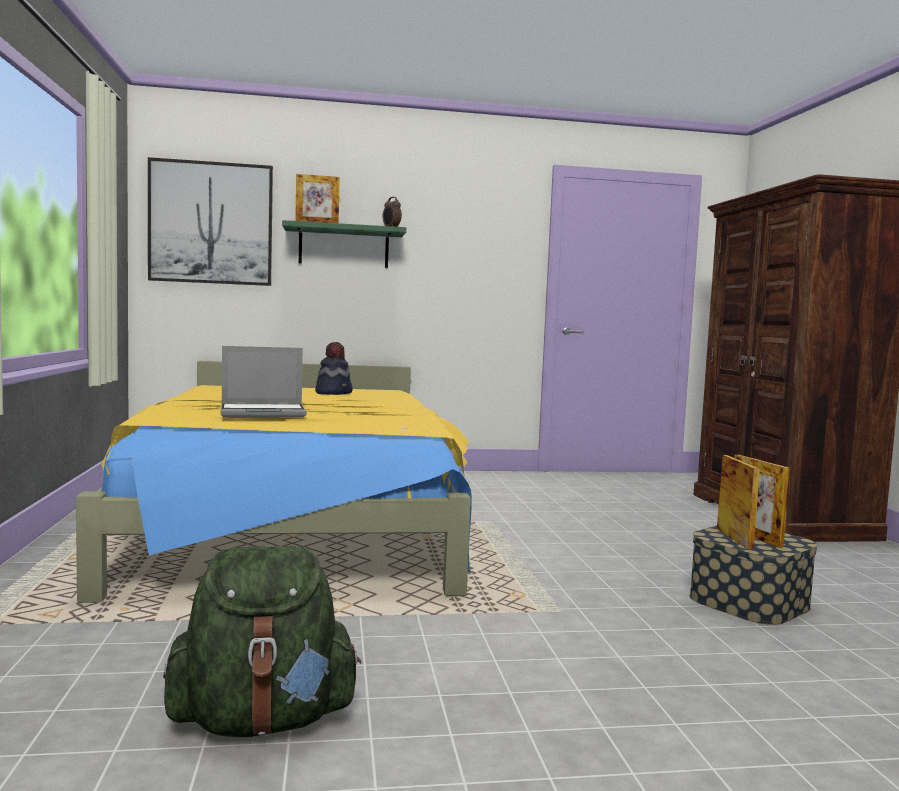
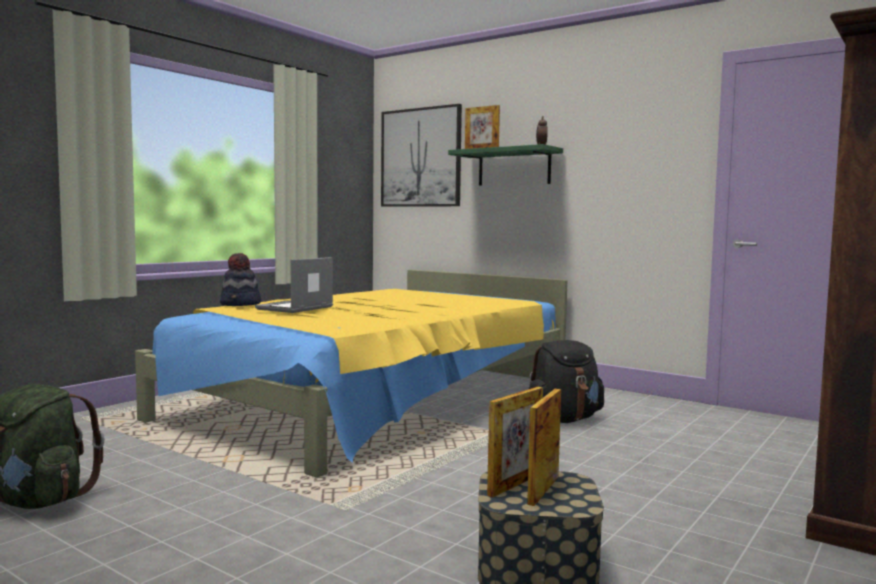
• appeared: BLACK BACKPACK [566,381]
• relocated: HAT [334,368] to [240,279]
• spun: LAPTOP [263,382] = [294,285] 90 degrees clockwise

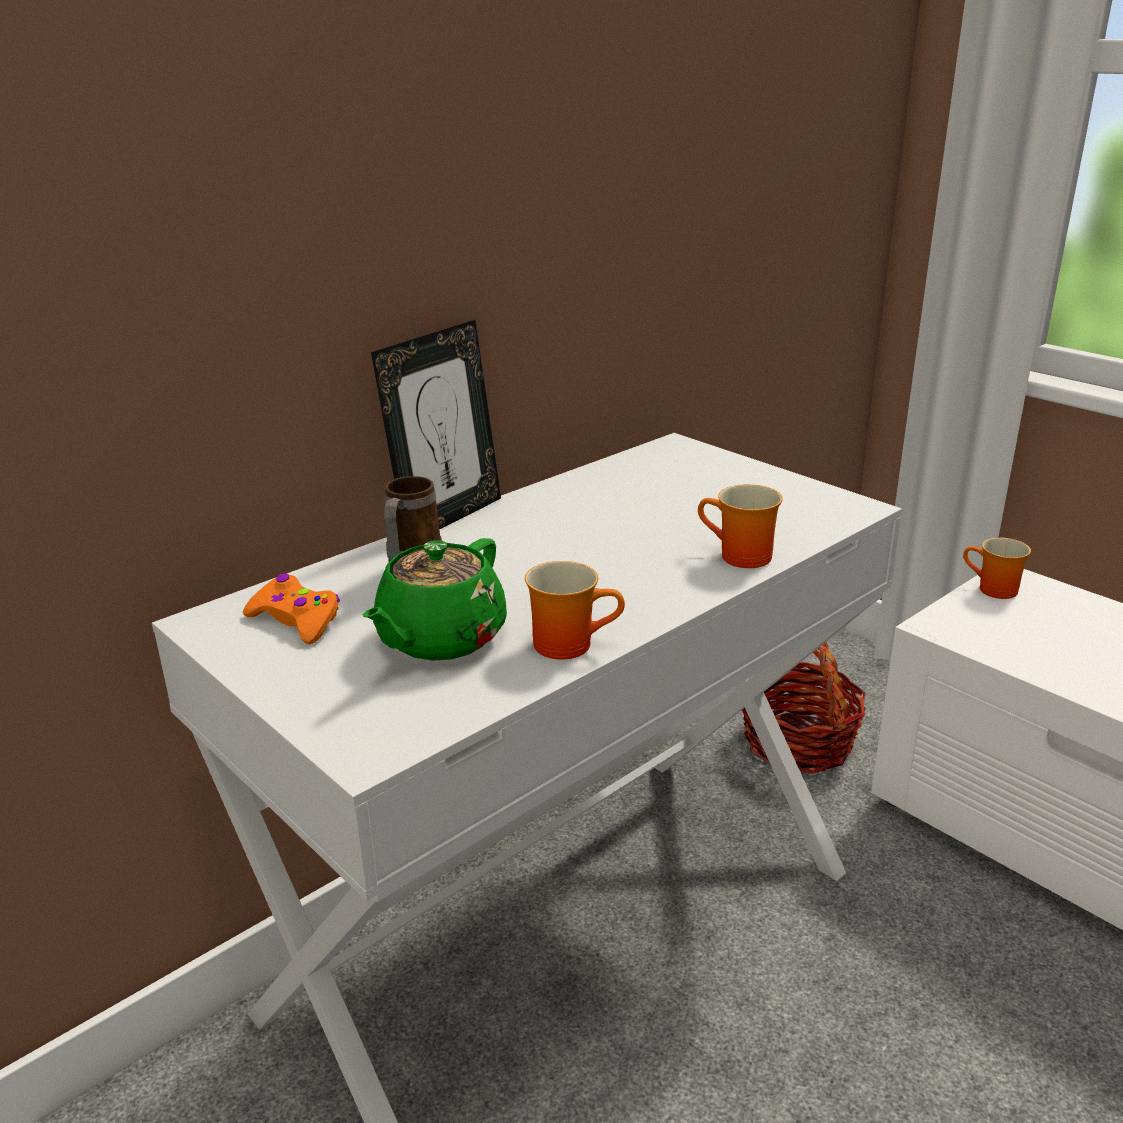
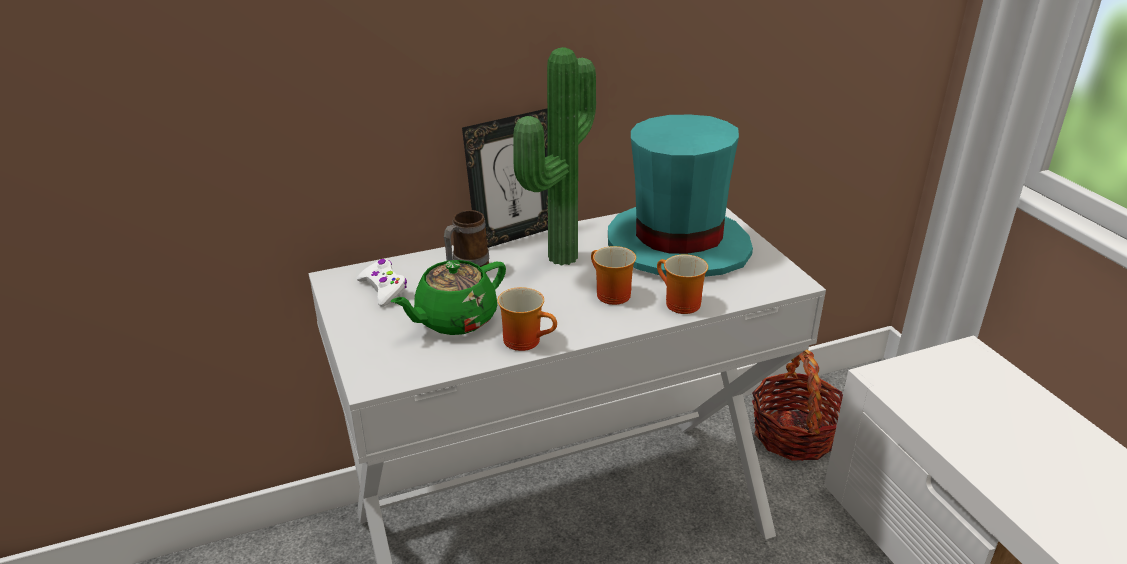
• appeared: POTTED PLANT [554,156]
• appeared: TURQUOISE HAT [680,196]
• relocated: MUG [997,568] to [613,275]
• colour: ORANGE GAME CONTROLLER [291,608] to WHITE GAME CONTROLLER [382,283]

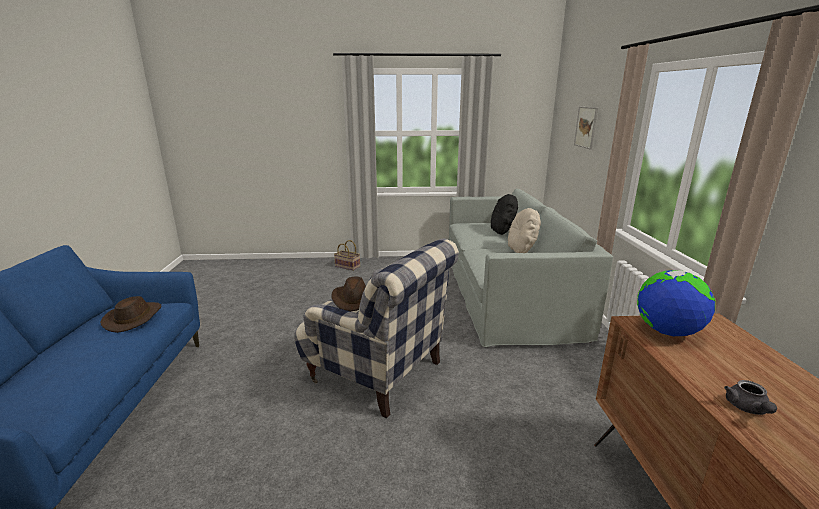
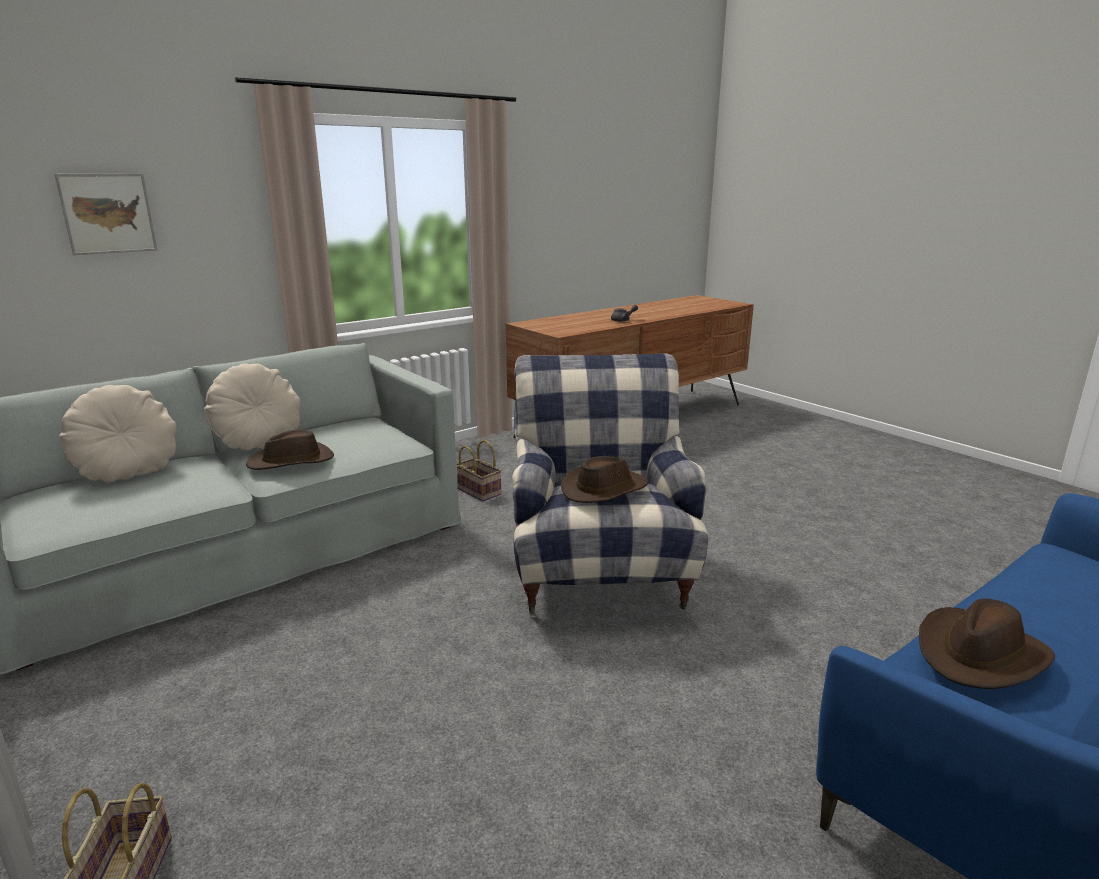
• missing: GLOBE [676,303]
• appeared: BROWN HAT [290,450]
• appeared: BASKET [479,471]
• colour: BLACK PILLOW [504,214] to BEIGE PILLOW [118,434]

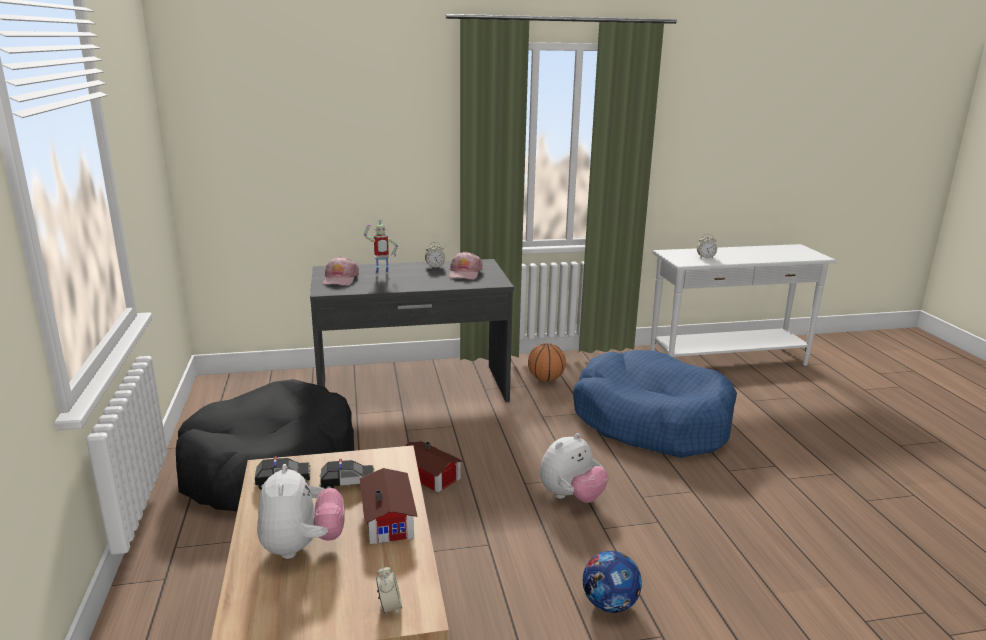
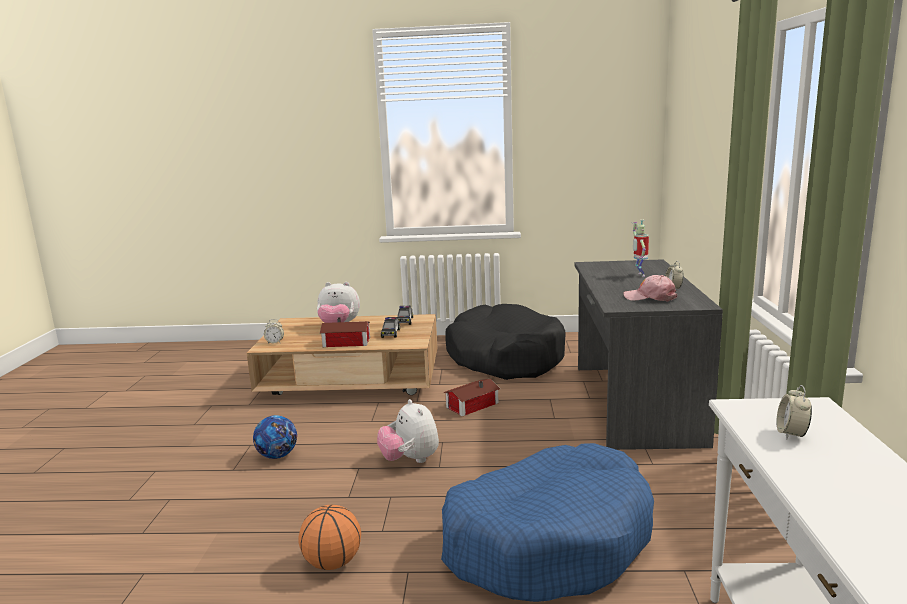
• missing: PINK CAP [341,271]
• relocated: BASKETBALL [547,362] to [329,537]

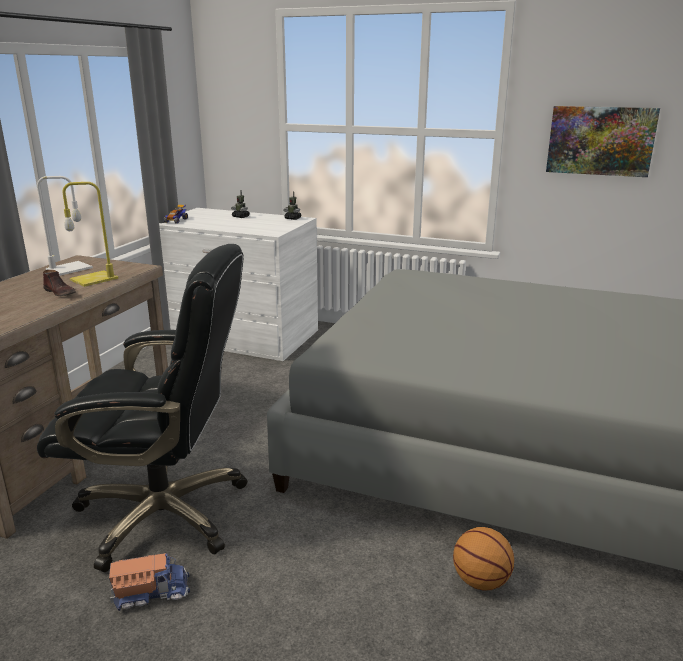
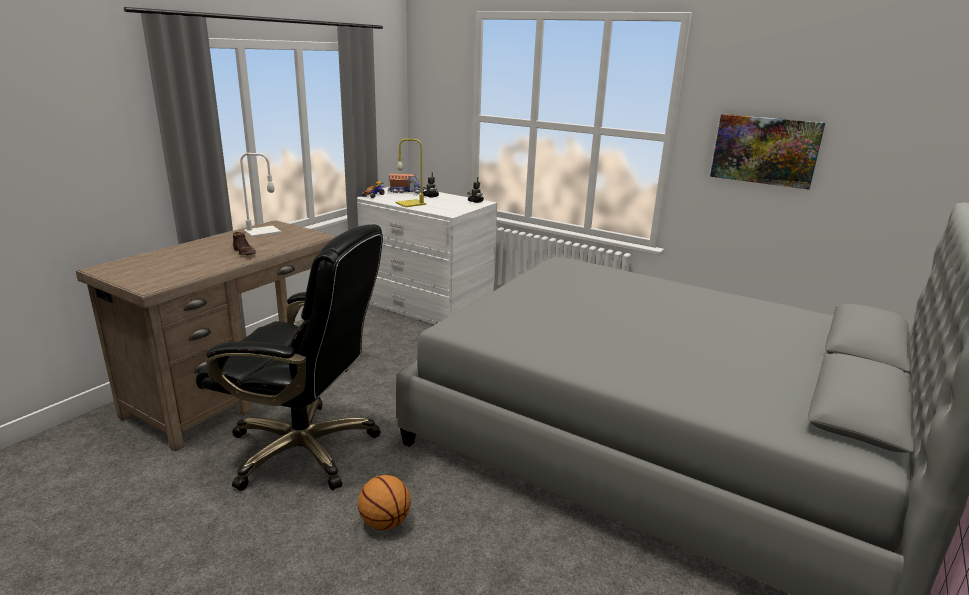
• relocated: YELLOW TABLE LAMP [90,234] to [411,173]
• relocated: TOY TRUCK [149,582] to [406,184]
• relocated: BASKETBALL [483,559] to [384,502]

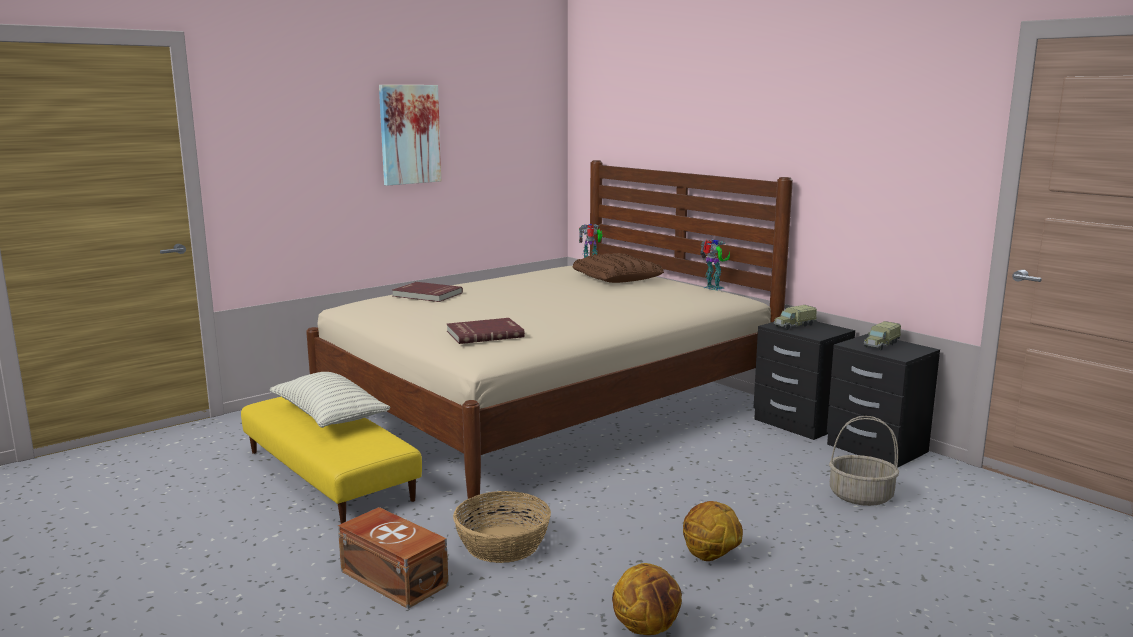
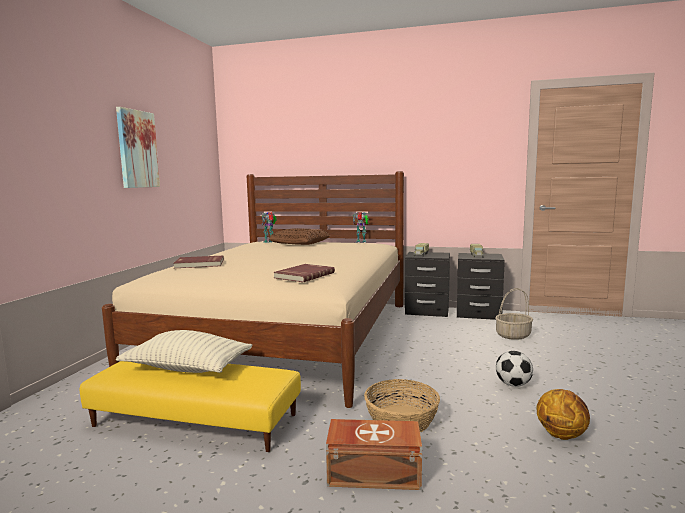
• exchanged: BASKETBALL [713,531] to FOOTBALL [514,369]

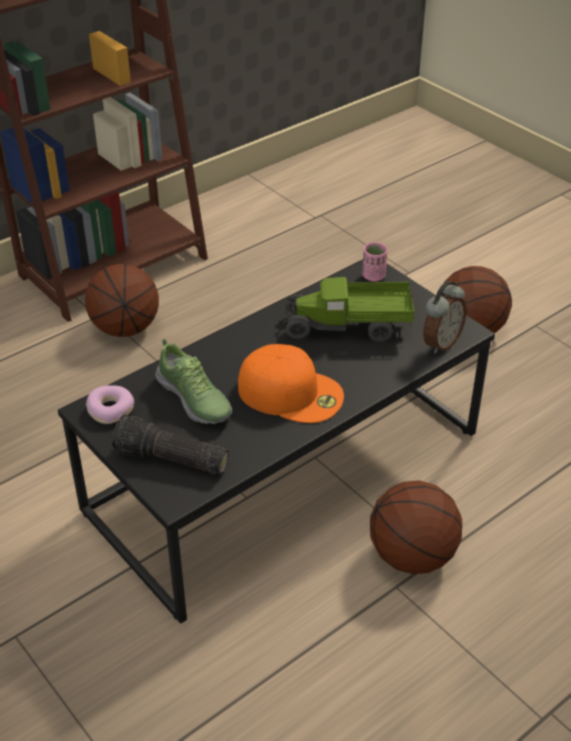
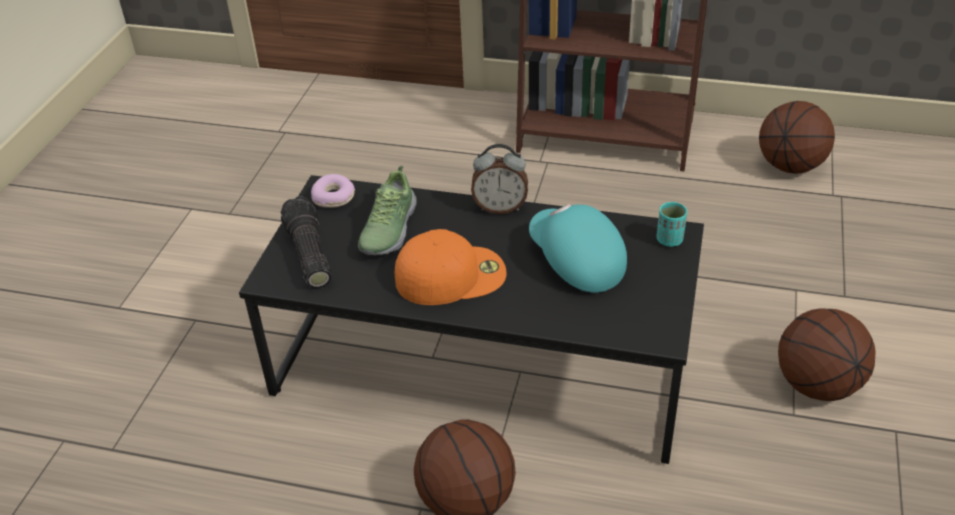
• relocated: BASKETBALL [122,300] to [797,137]
• relocated: ALARM CLOCK [444,317] to [499,179]
• exchanged: TOY TRUCK [349,309] to TURQUOISE CAP [578,248]
• colour: PINK CUP [374,262] to TURQUOISE CUP [672,224]
• spun: ORANGE CAP [291,383] = [451,267] 90 degrees counterclockwise

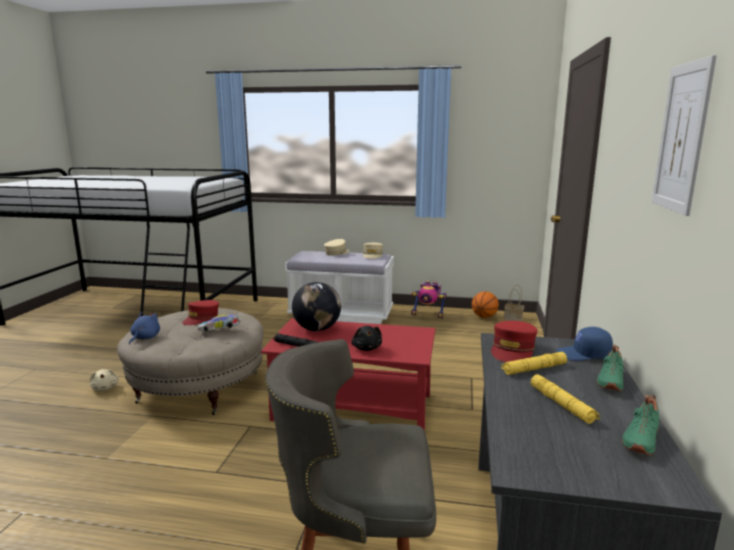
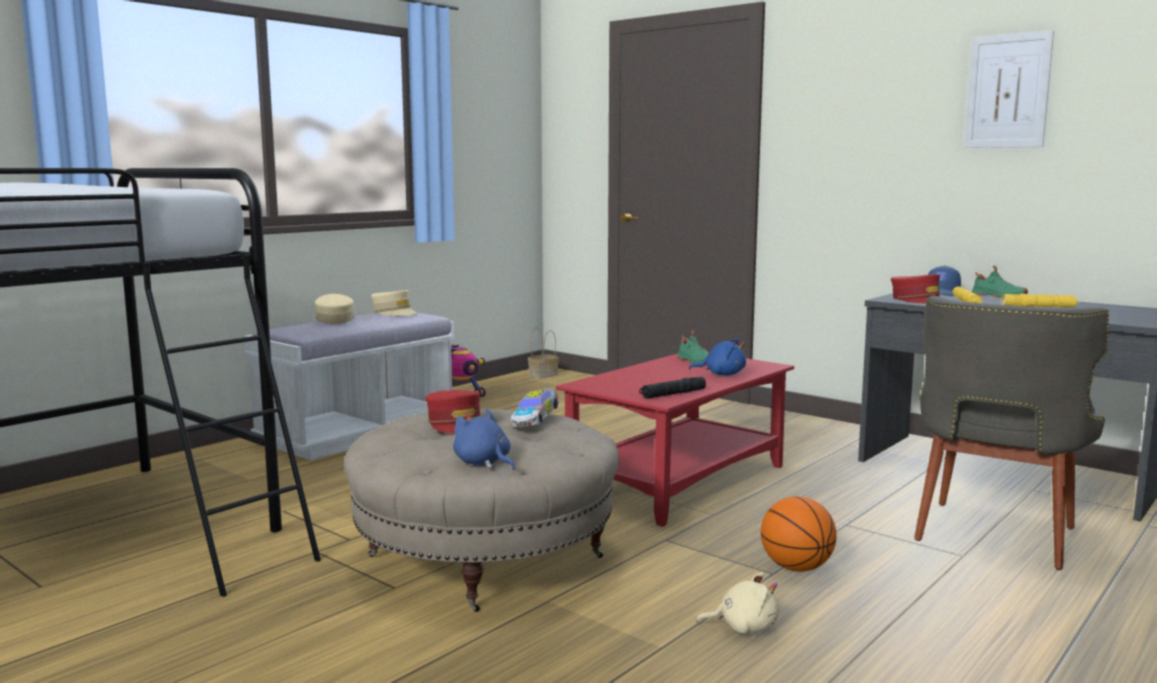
• missing: GLOBE [316,306]
• relocated: BEIGE PLUSH TOY [104,380] to [737,603]
• relocated: BASKETBALL [485,304] to [799,534]
• relocated: GREEN SHOE [640,425] to [693,347]
• colour: BLACK PLUSH TOY [367,338] to BLUE PLUSH TOY [717,357]

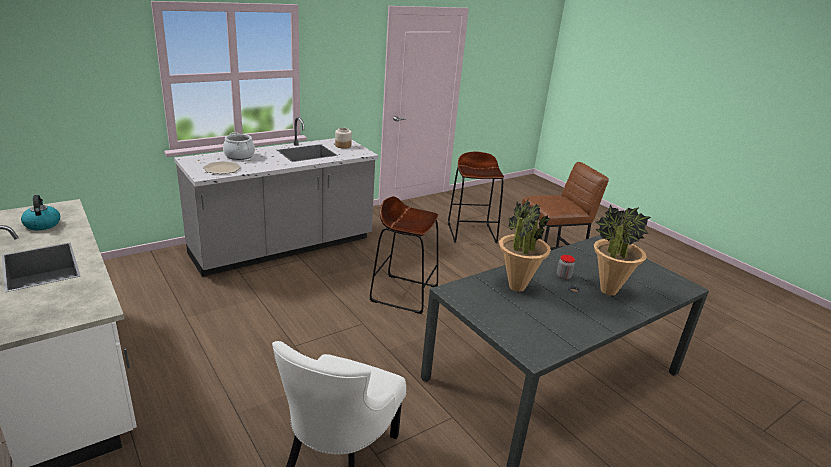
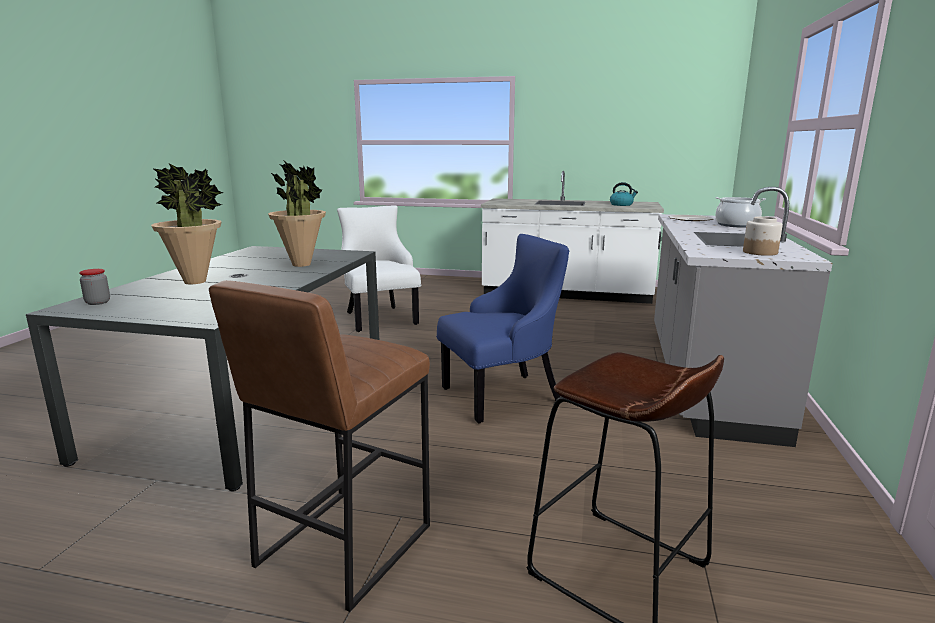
• relocated: JAR [566,267] to [94,287]
• exchanged: BROWN STOOL [404,255] to BLUE CHAIR [502,328]

